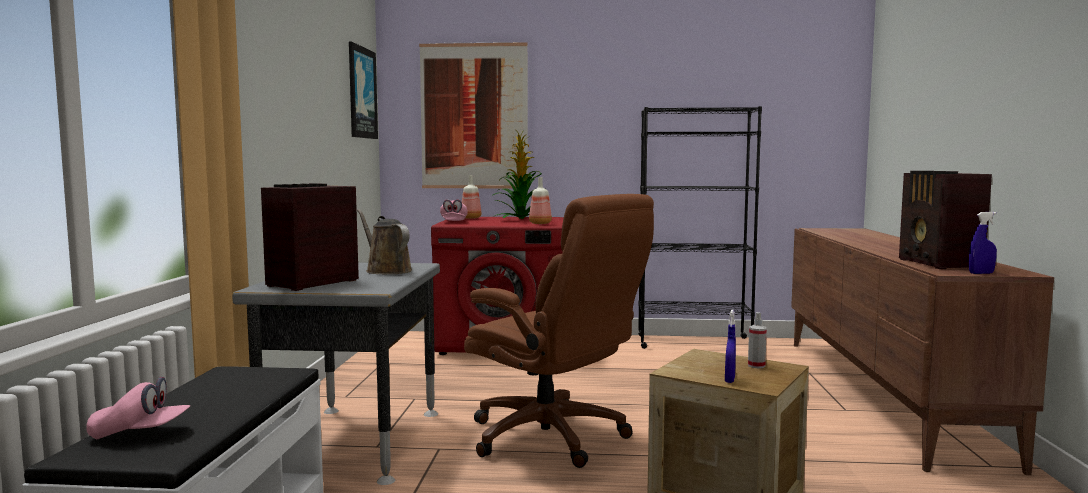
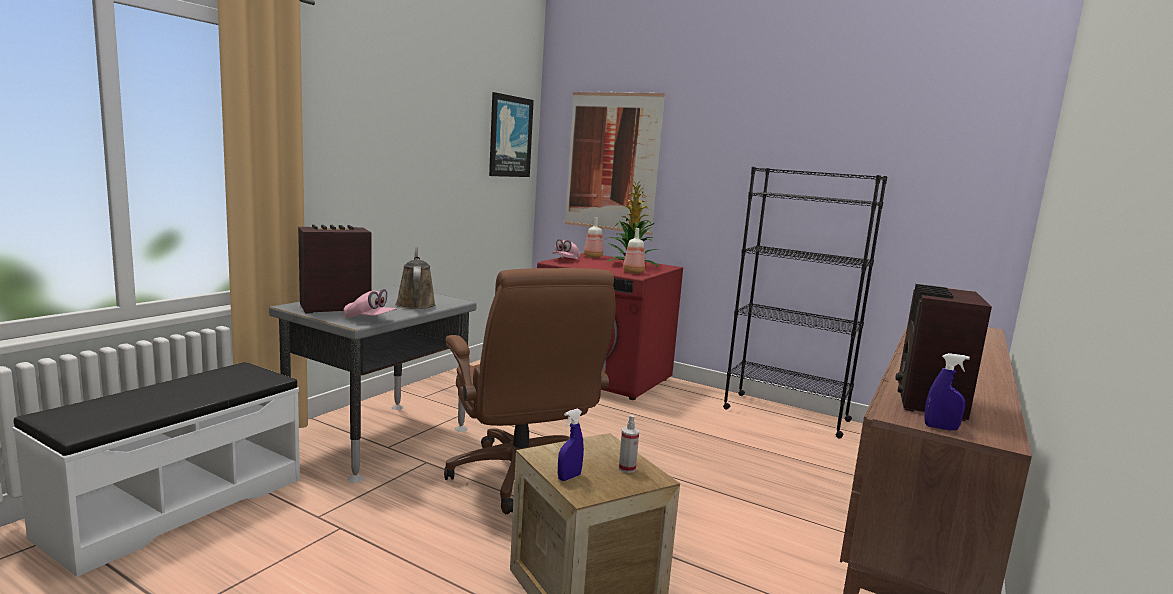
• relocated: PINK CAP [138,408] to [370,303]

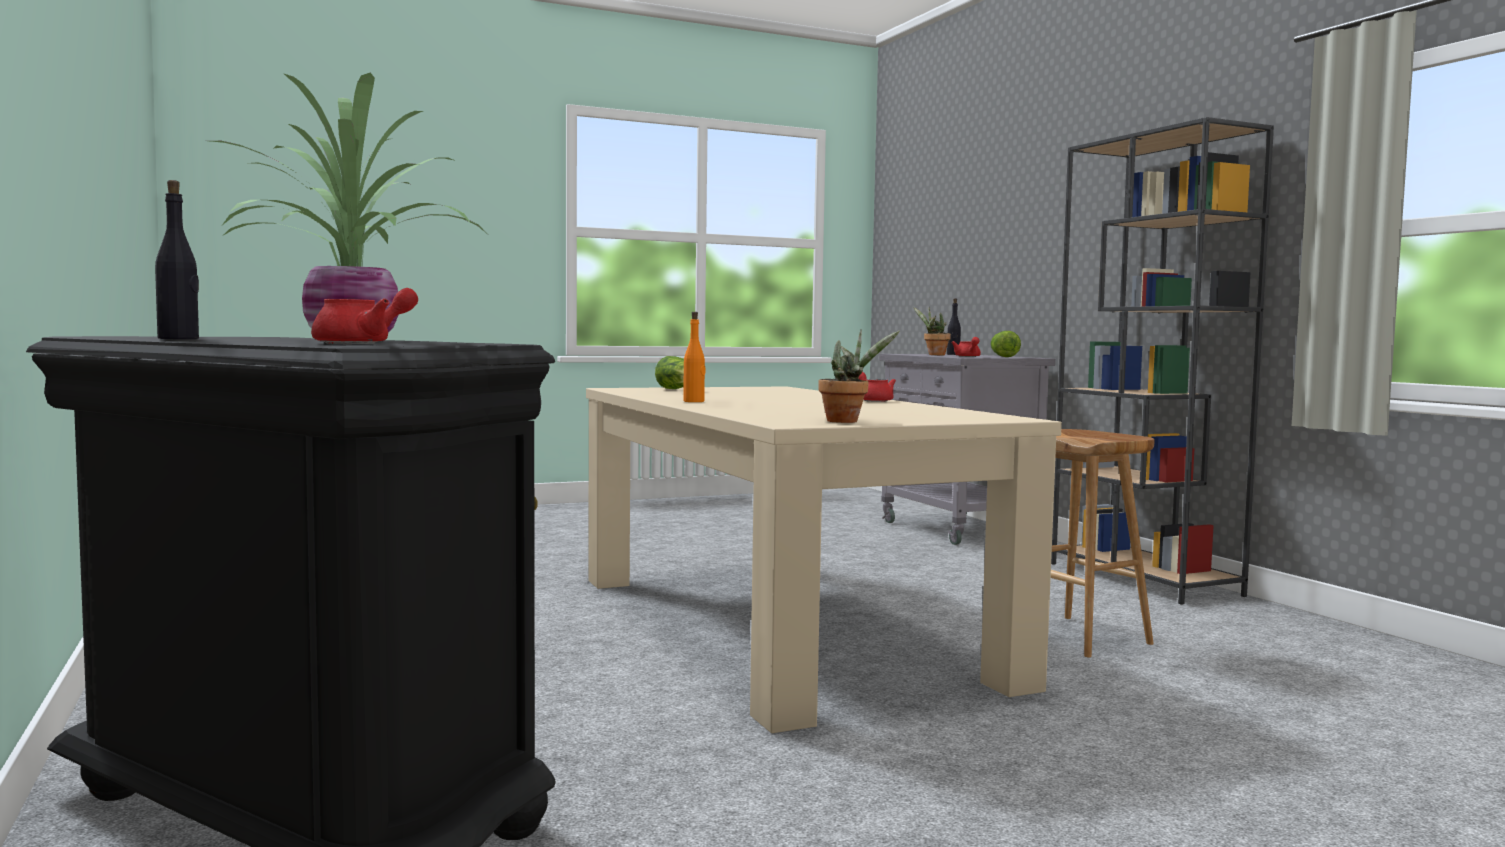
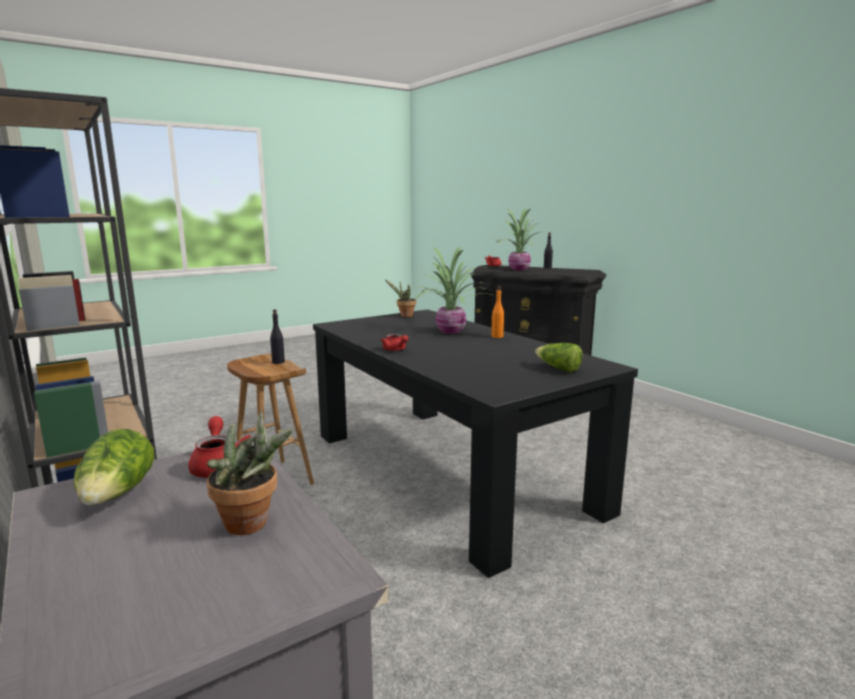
• appeared: POTTED PLANT [448,290]
• relocated: BLACK BOTTLE [954,326] to [277,336]
• colour: BEIGE DINING TABLE [824,559] to BLACK DINING TABLE [475,443]

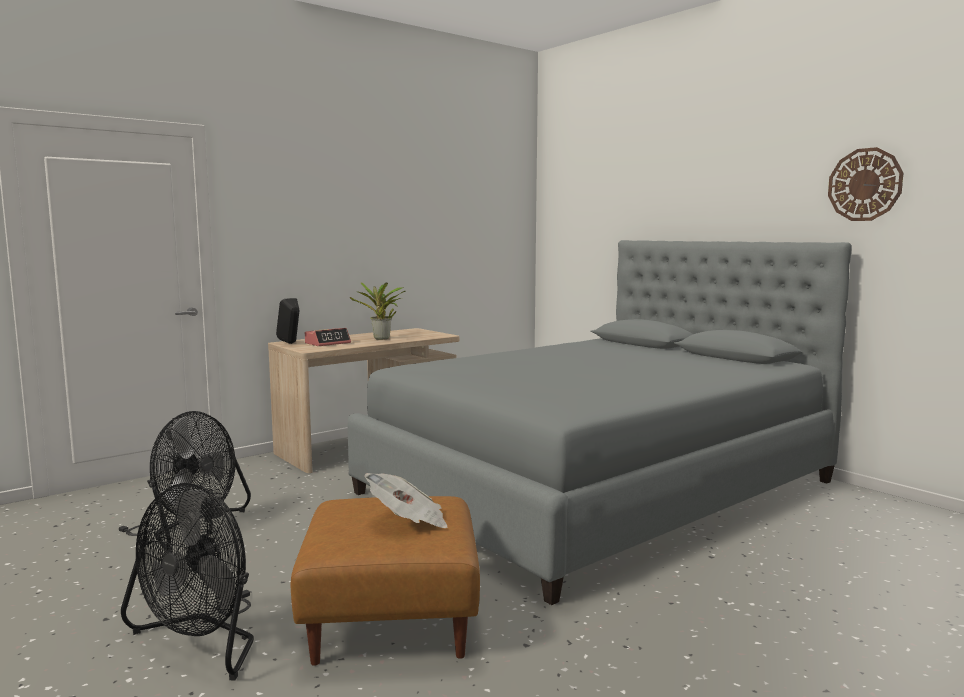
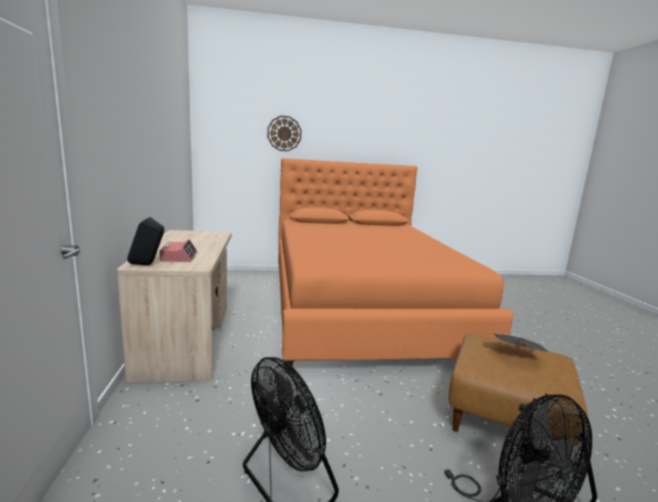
• missing: POTTED PLANT [378,311]
• relocated: WALL CLOCK [865,184] to [284,133]
• colour: GREY BED [600,422] to ORANGE BED [396,265]

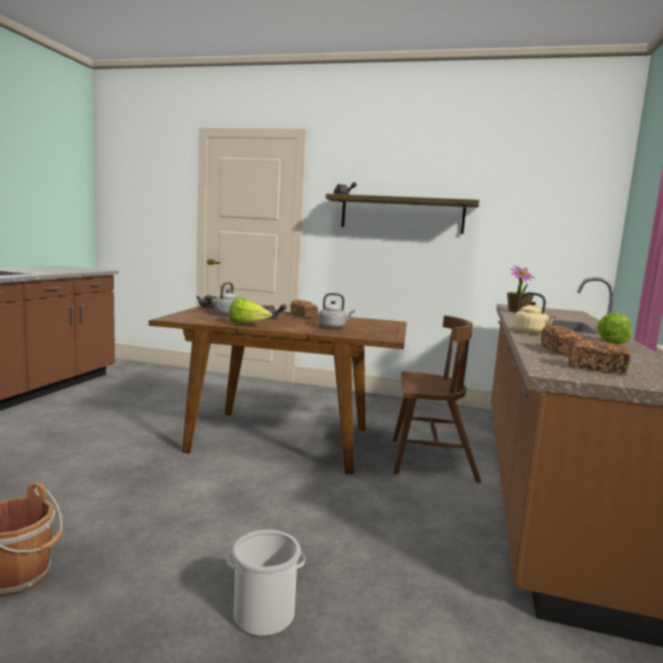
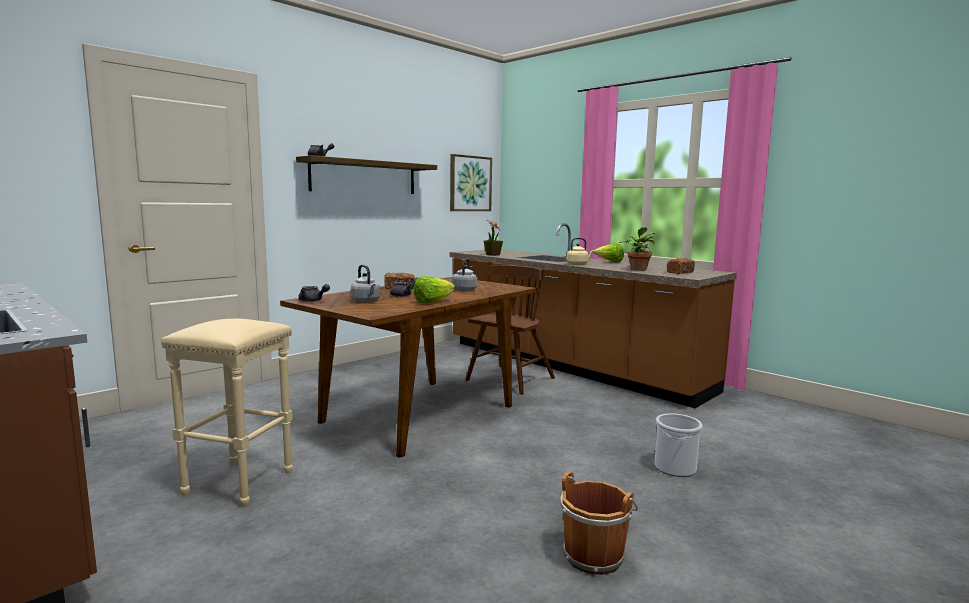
• appeared: BEIGE STOOL [227,413]
• appeared: PICTURE [471,182]
• exchanged: BREAD [562,340] to POTTED PLANT [637,249]

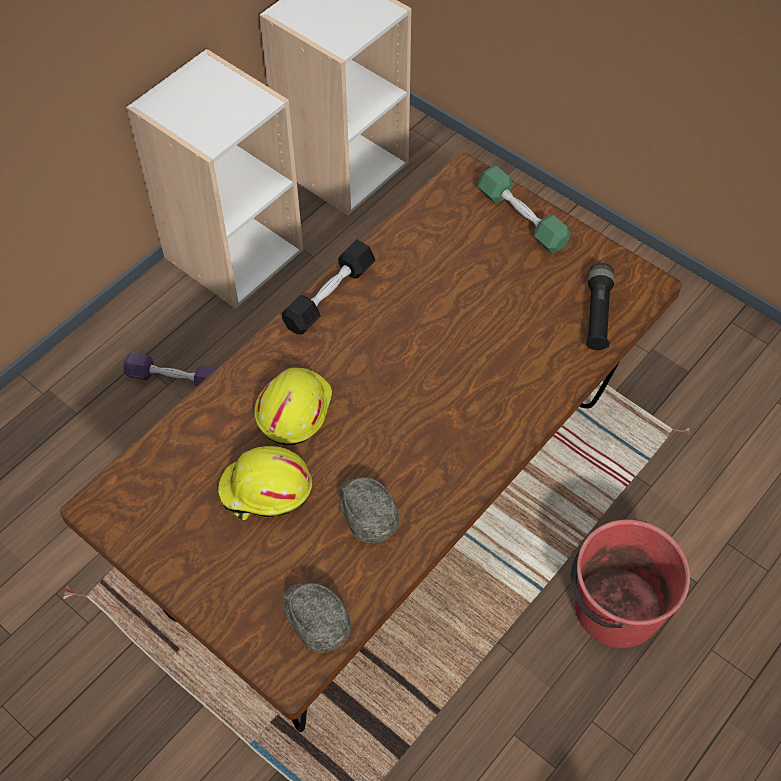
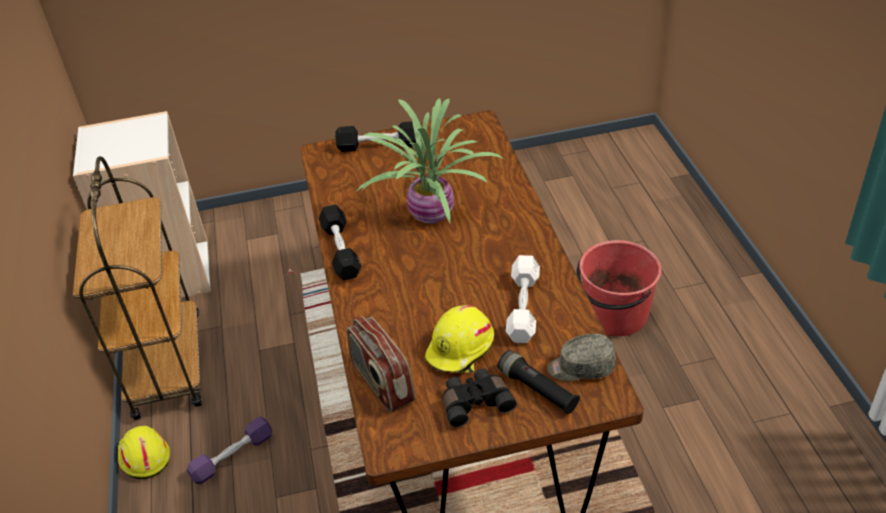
• appeared: RADIO [380,364]
• appeared: POTTED PLANT [430,161]
• appeared: BLACK BINOCULARS [479,398]
• relocated: YELLOW HARD HAT [293,406] to [144,452]
• relocated: BLACK FLASHLIGHT [600,306] to [539,382]
• exchanged: BOOKCASE [214,179] to BROWN CART [137,288]
• exchanged: GREY CAP [368,510] to WHITE DUMBBELL [523,299]
• colour: GREEN DUMBBELL [524,210] to BLACK DUMBBELL [378,136]

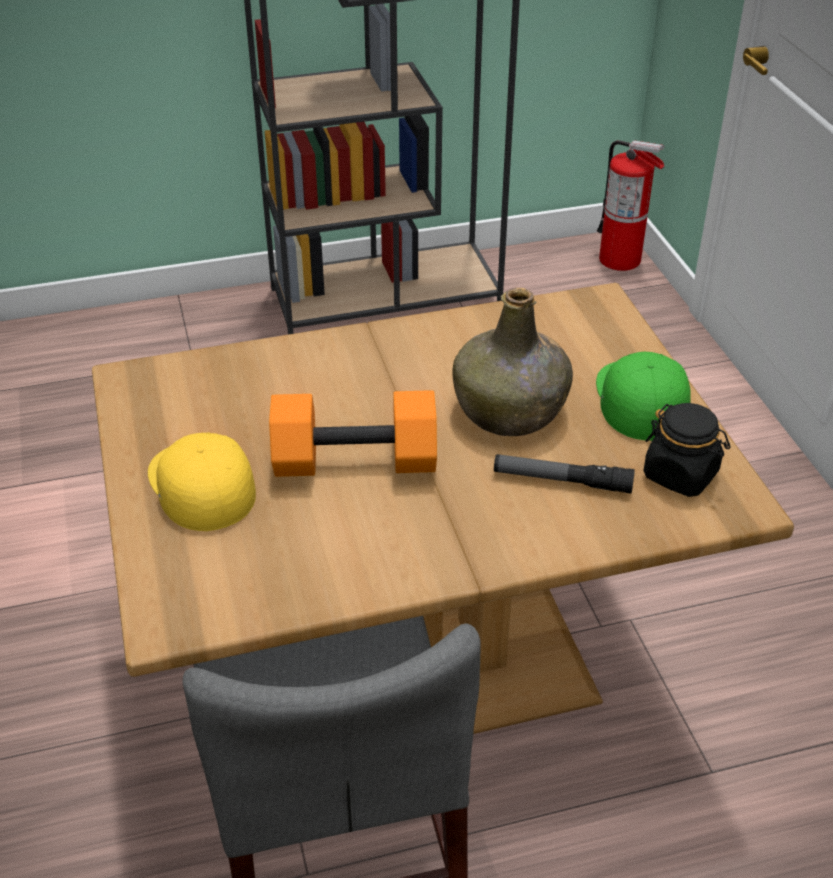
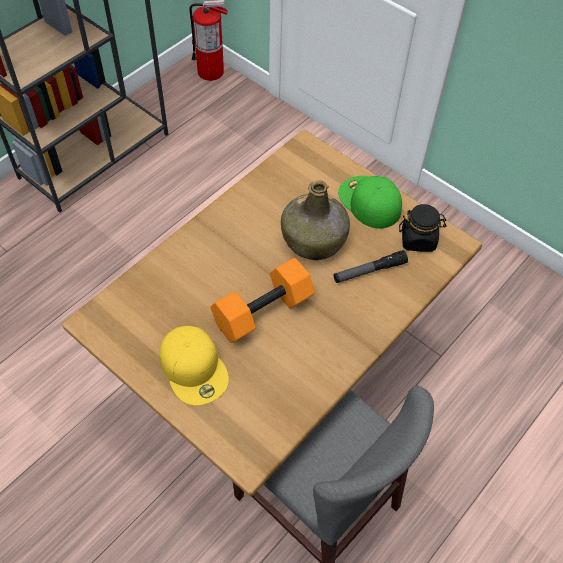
• spun: YELLOW CAP [202,481] = [194,366] 150 degrees counterclockwise

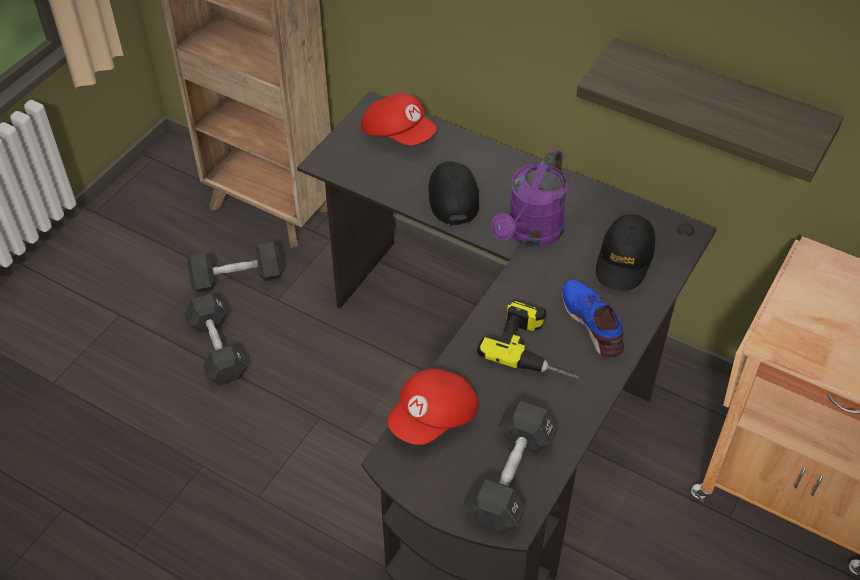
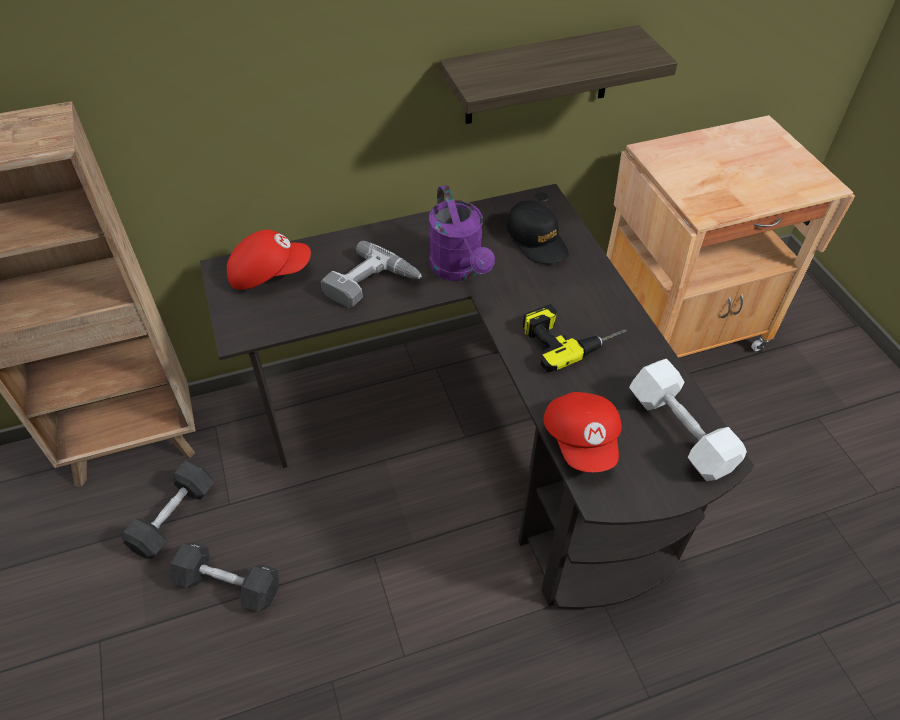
• missing: BLUE SHOE [593,318]
• exchanged: BLACK CAP [454,193] to POWER DRILL [371,274]
• colour: BLACK DUMBBELL [510,467] to WHITE DUMBBELL [688,420]

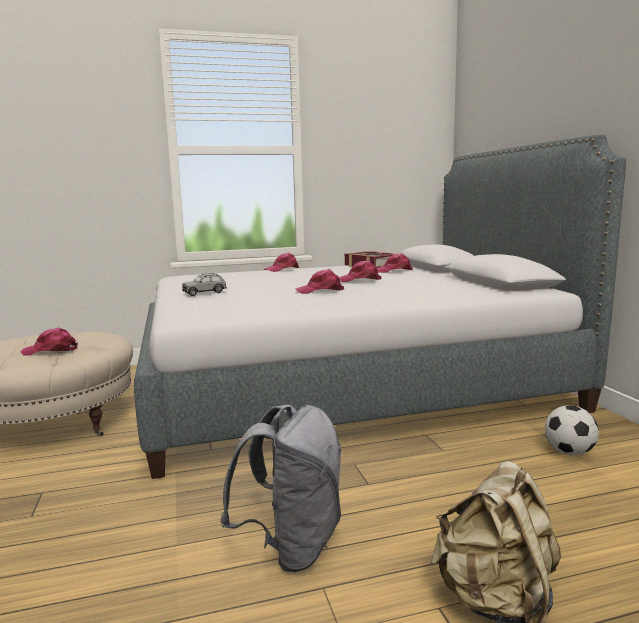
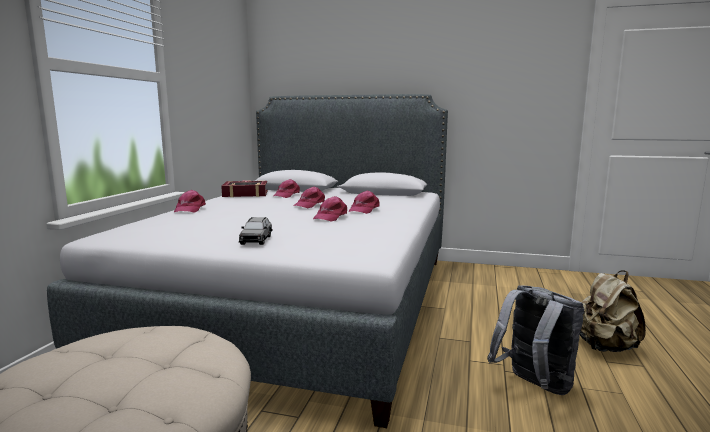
• missing: FOOTBALL [572,430]
• relocated: PINK CAP [49,341] to [364,202]

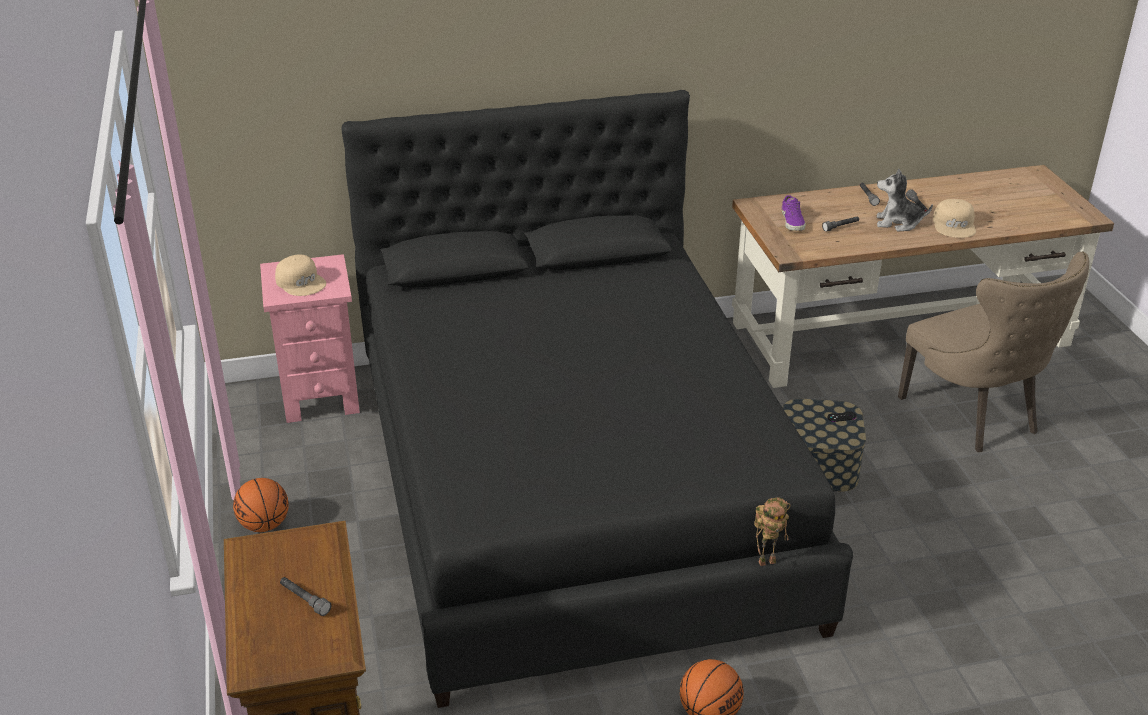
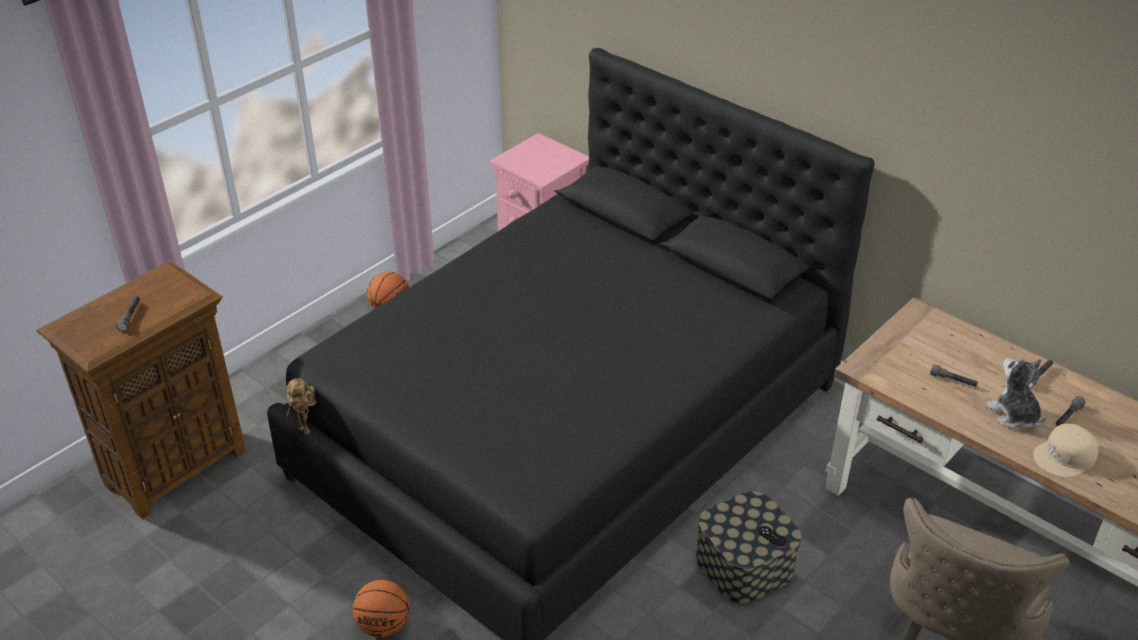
• missing: BEIGE CAP [300,275]
• missing: PURPLE SHOE [794,213]
• relocated: TOY ROBOT [772,531] to [301,406]

